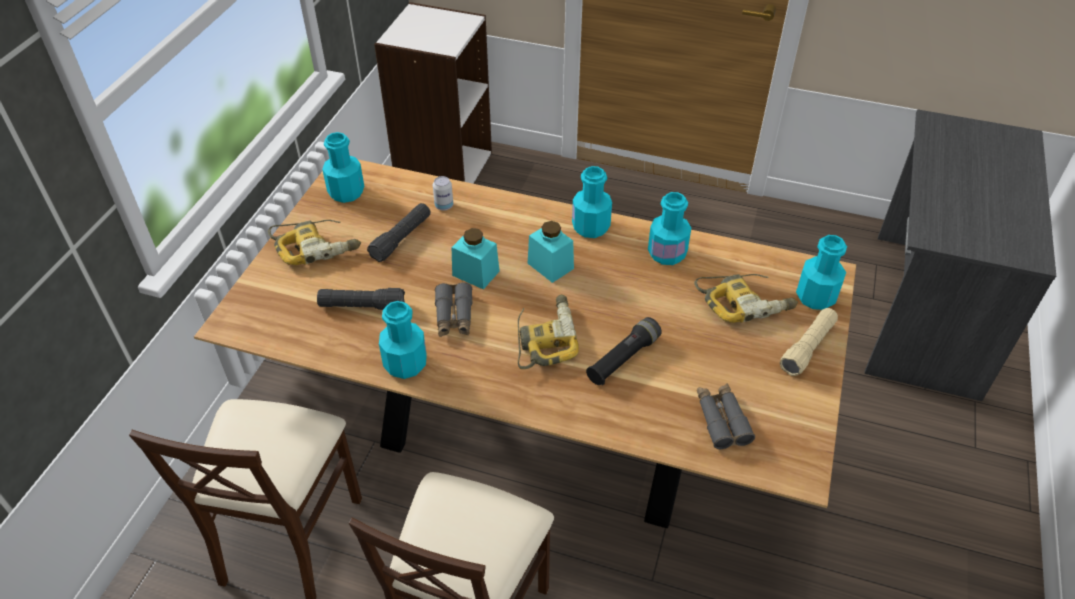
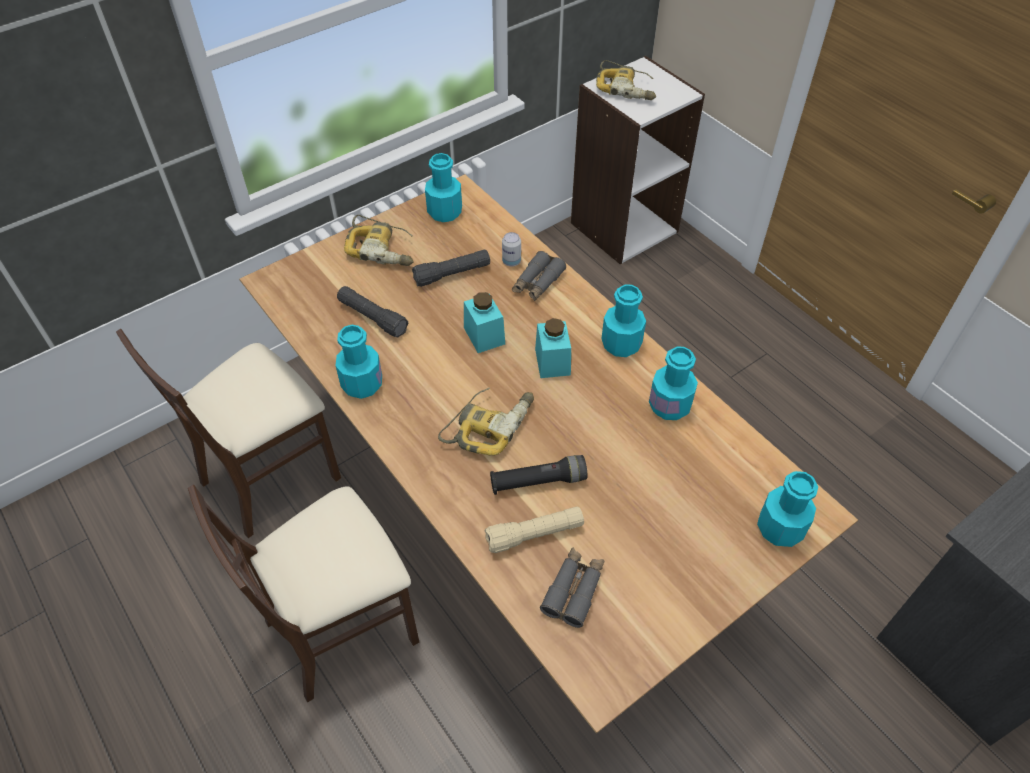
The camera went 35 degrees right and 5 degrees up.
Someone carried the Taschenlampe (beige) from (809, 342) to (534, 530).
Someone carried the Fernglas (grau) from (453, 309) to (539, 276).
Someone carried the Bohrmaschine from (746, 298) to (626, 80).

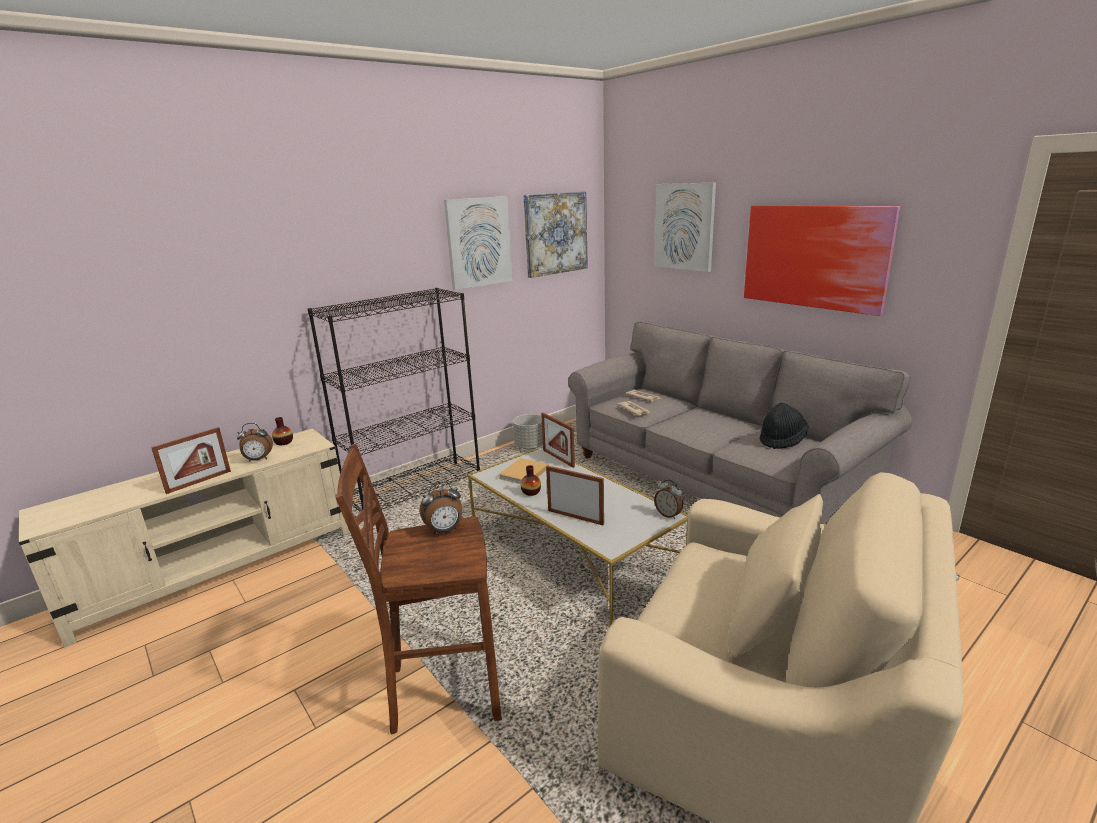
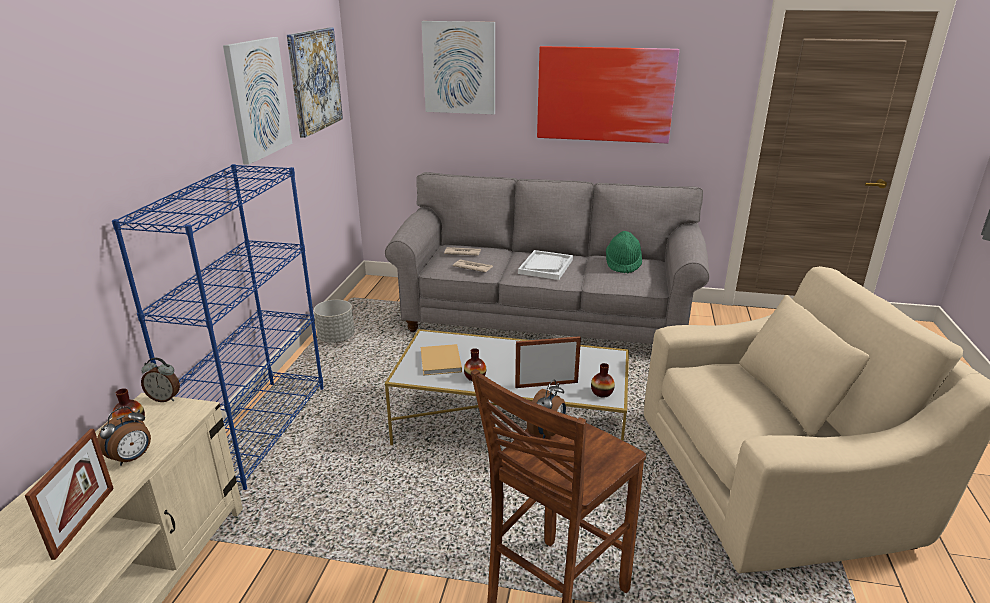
The camera went 40 degrees left and 5 degrees up.
Someone repainted the Bücherregal (schwarz) at (394, 400), which became the Bücherregal (blau) at (218, 327).
Someone carried the Wecker from (668, 499) to (160, 380).
Someone put down the Tablett (weiß) at (545, 265).
Someone put down the Vase at (603, 380).
Someone repainted the Hut (schwarz) at (784, 426), which became the Hut (grün) at (624, 252).
Someone took away the Bilderrahmen at (558, 440).

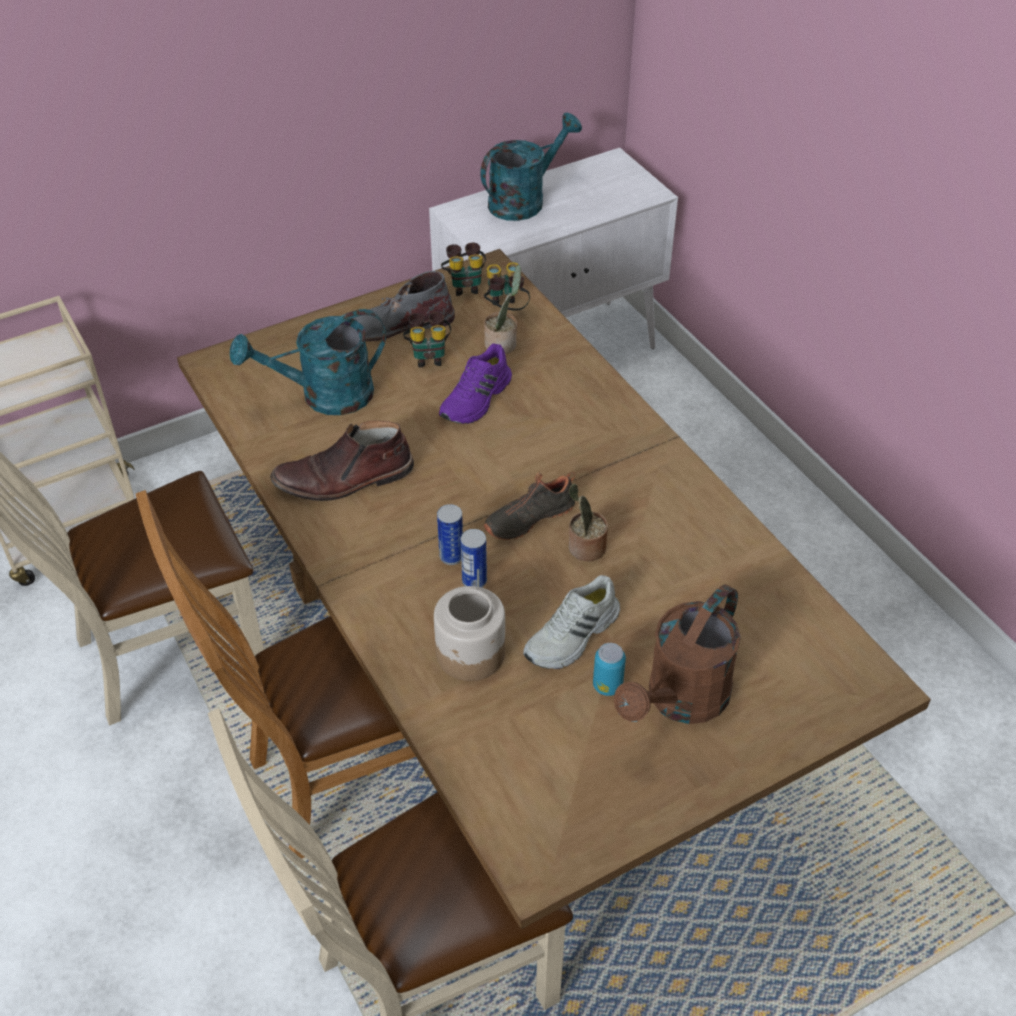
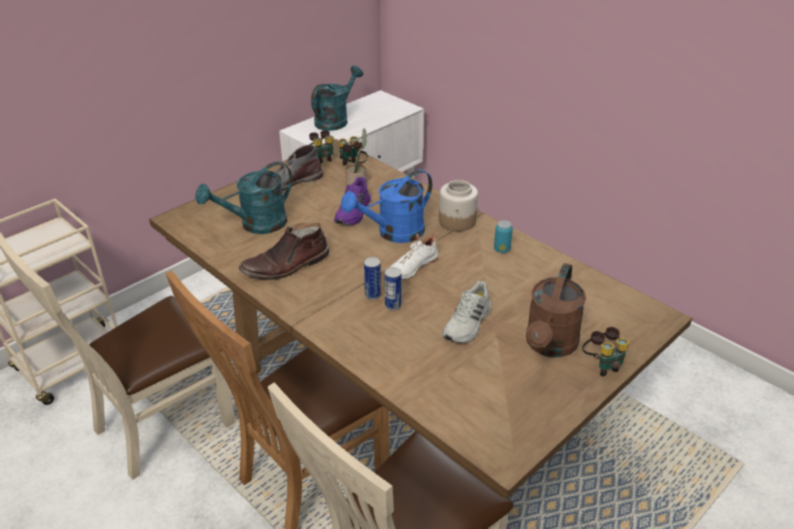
The camera went 15 degrees left and 10 degrees down.
Someone put down the Gießkanne (blau) at (386, 206).
Someone repainted the Schuh (schwarz) at (529, 506), which became the Schuh (weiß) at (414, 256).
Someone carried the Vorratsglas from (469, 633) to (458, 205).
Someone carried the Dose from (609, 669) to (503, 236).
Someone carried the Fernglas from (427, 340) to (605, 351).
Someone took away the Topfpflanze at (588, 522).

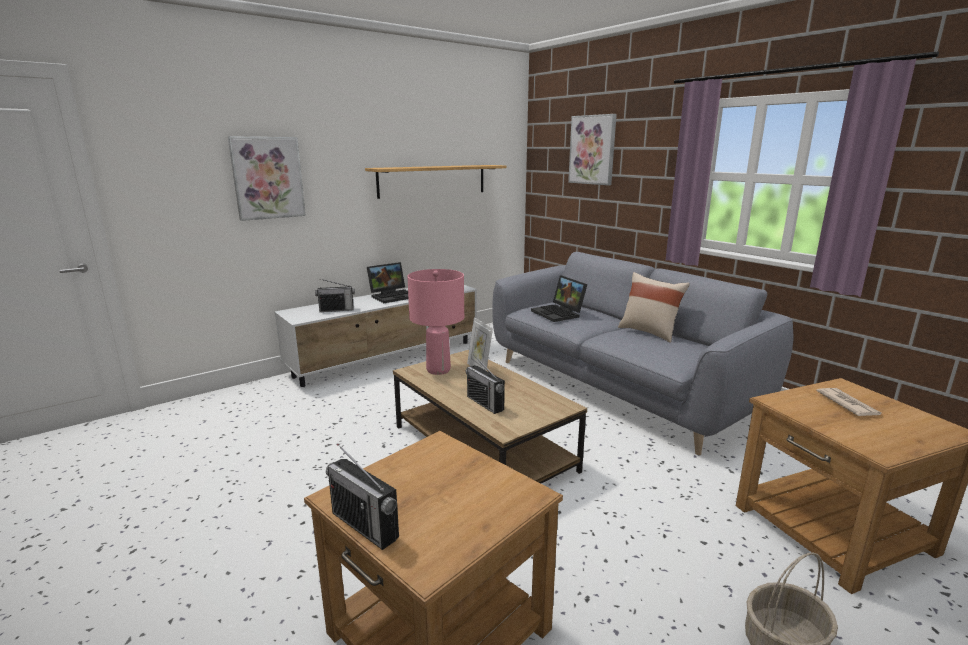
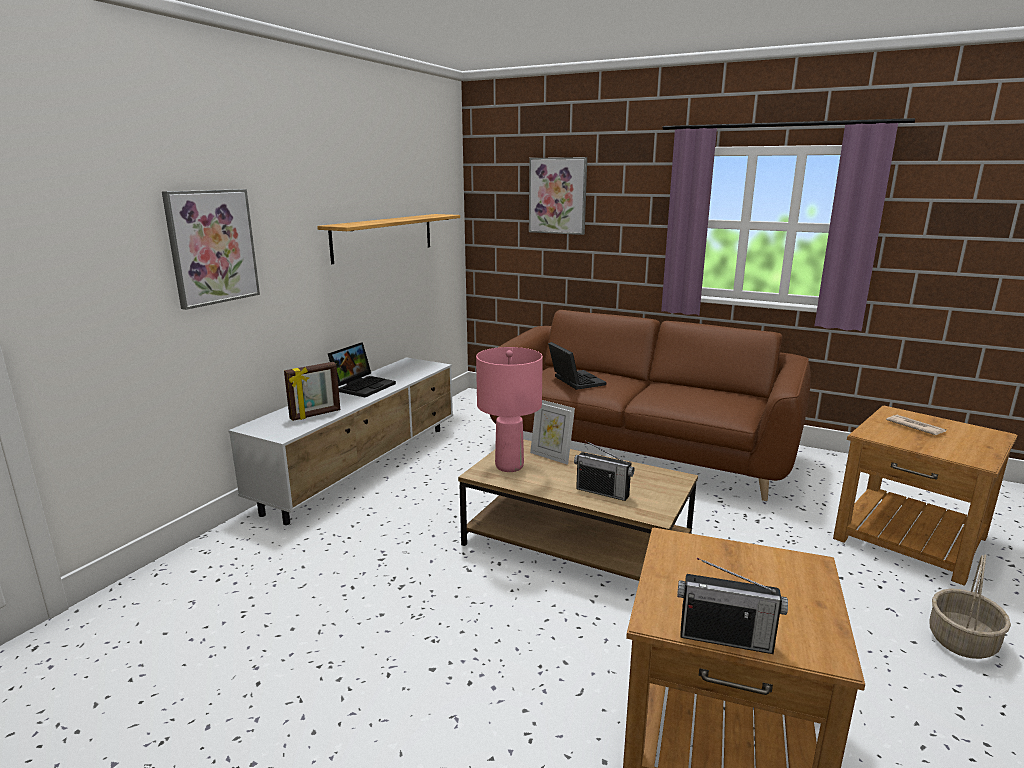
The camera went 25 degrees left and 0 degrees up.
Someone swapped the Radio at (335, 295) for the Bilderrahmen at (312, 391).
Someone repainted the Sofa (grau) at (642, 353), which became the Sofa (braun) at (650, 405).
Someone rotated the Laptop at (559, 298) by 150 degrees counterclockwise.
Someone took away the Kissen (beige) at (654, 307).

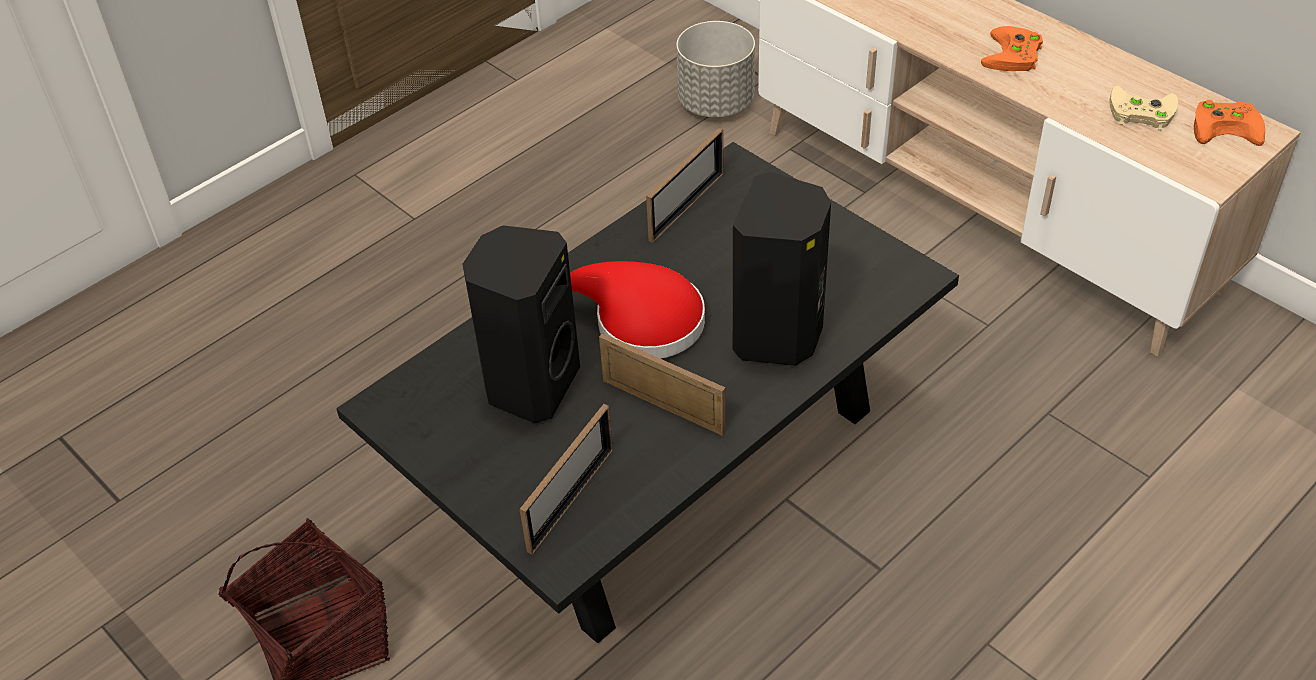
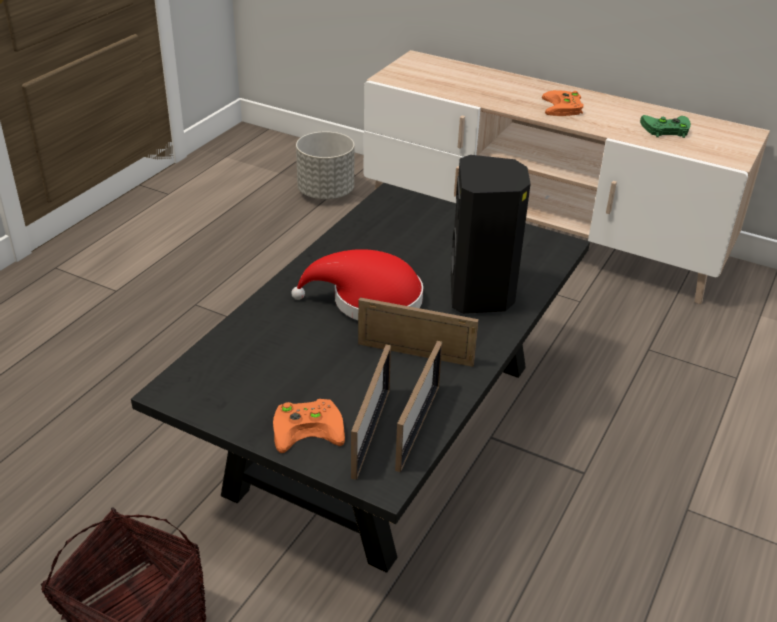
The camera went 20 degrees left and 10 degrees down.
Someone carried the Gamepad (orange) from (1229, 123) to (309, 426).
Someone carried the Bilderrahmen from (684, 185) to (418, 406).
Someone repainted the Gamepad (beige) at (1144, 108), which became the Gamepad (grün) at (665, 126).
Someone took away the Lautsprecher (schwarz) at (521, 324).

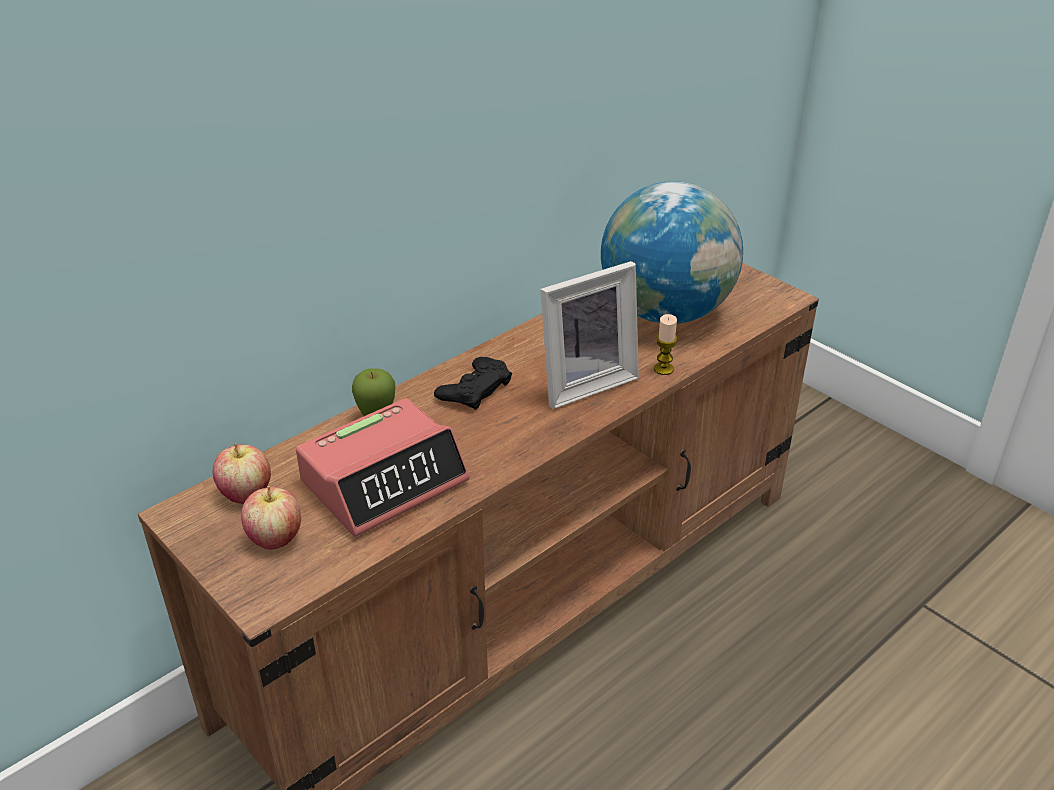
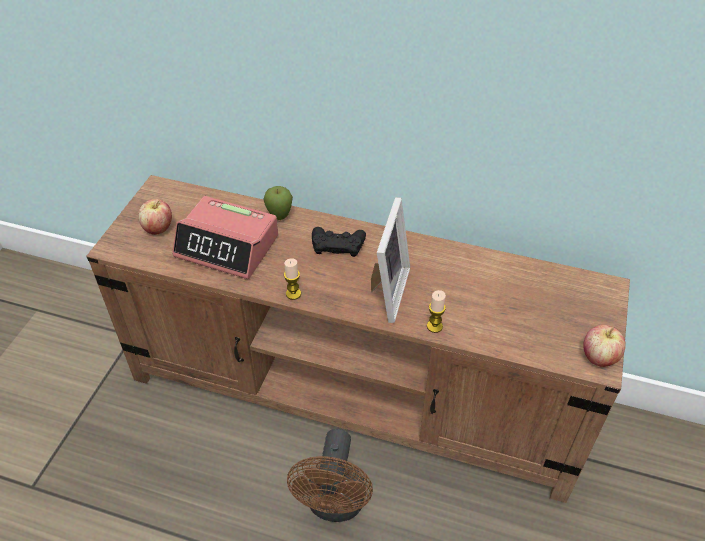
The camera went 60 degrees right and 10 degrees up.
Someone put down the Kerze at (292, 279).
Someone put down the Ventilator (braun) at (330, 475).
Someone rotated the Bilderrahmen at (589, 335) by 105 degrees counterclockwise.
Someone carried the Apfel from (241, 473) to (604, 346).
Someone took away the Globus at (672, 252).

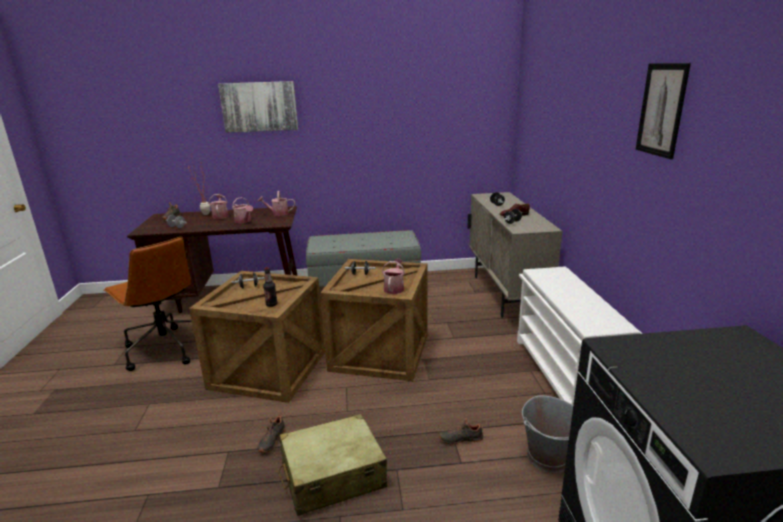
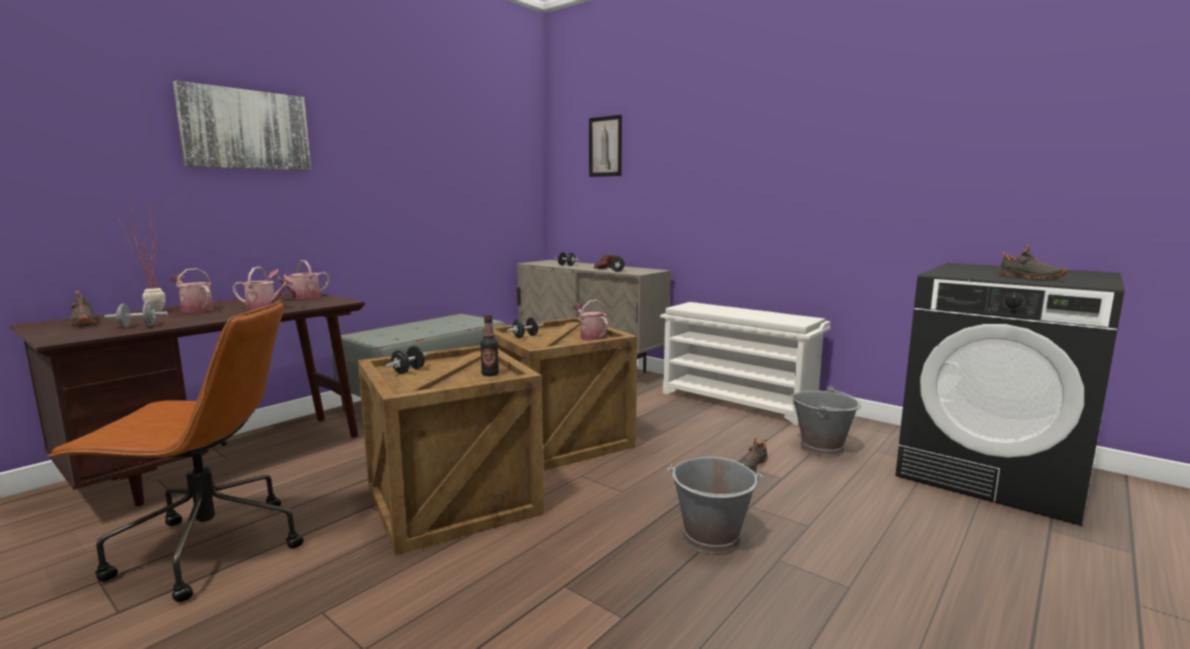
The camera went 45 degrees left and 10 degrees down.
Someone carried the Bild from (663, 111) to (605, 146).
Someone swapped the Koffer (beige) at (332, 465) for the Eimer (grau) at (715, 506).
Someone carried the Schuh (schwarz) from (272, 433) to (1032, 262).

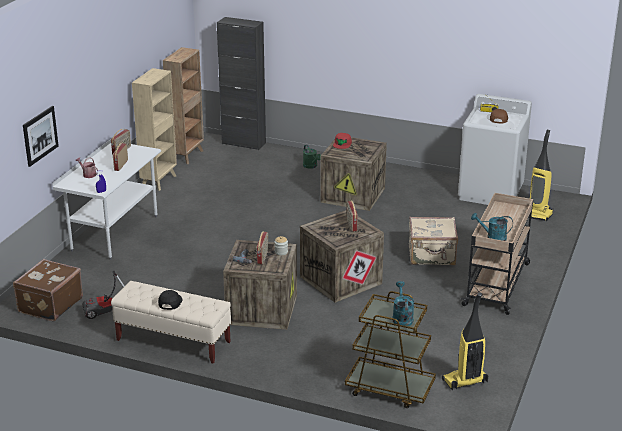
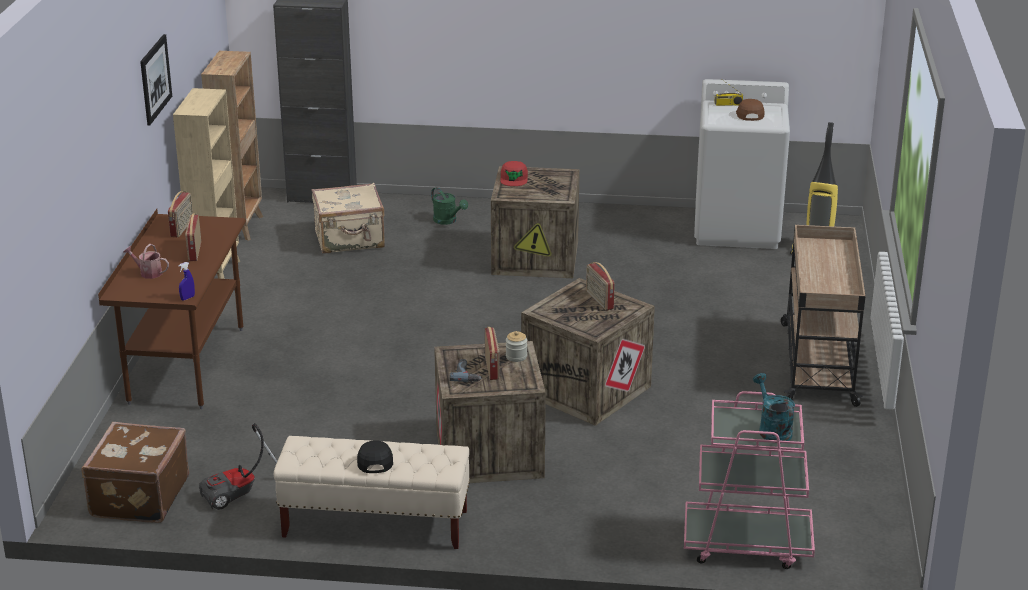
The camera went 15 degrees left and 0 degrees up.
Someone repainted the Schreibtisch (weiß) at (106, 199), which became the Schreibtisch (braun) at (172, 309).
Someone carried the Bild from (41, 136) to (156, 80).
Someone carried the Koffer (beige) from (433, 241) to (348, 218).
Someone repainted the Rollwagen (braun) at (390, 349), which became the Rollwagen (rosa) at (749, 480).
Someone took away the Staubsauger at (465, 341).
Someone took away the Gießkanne (türkis) at (492, 227).

